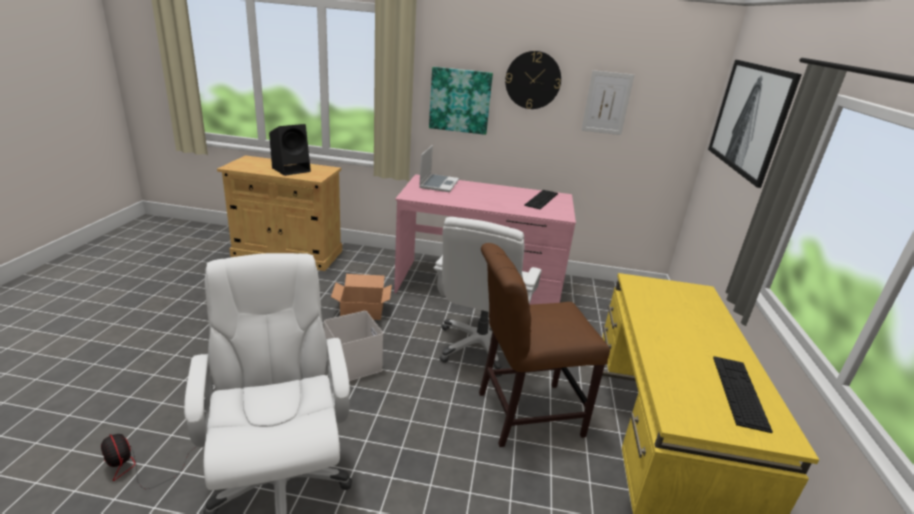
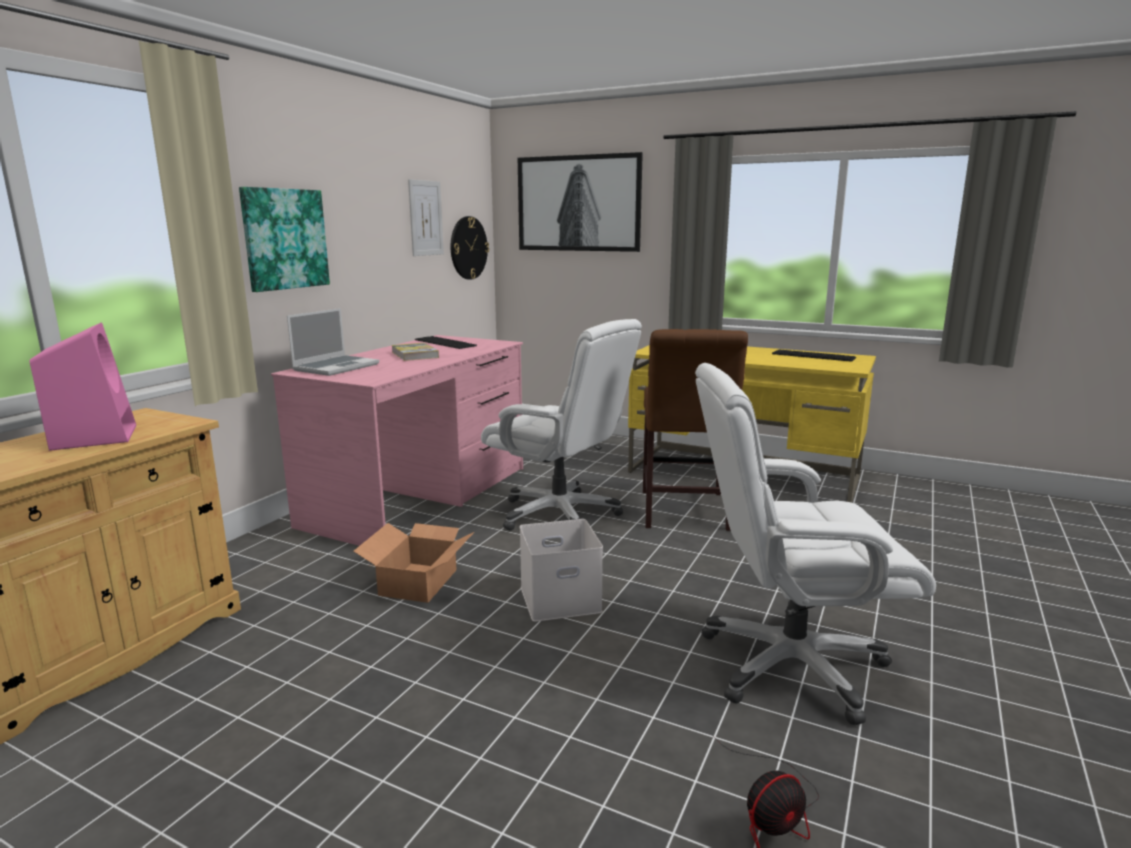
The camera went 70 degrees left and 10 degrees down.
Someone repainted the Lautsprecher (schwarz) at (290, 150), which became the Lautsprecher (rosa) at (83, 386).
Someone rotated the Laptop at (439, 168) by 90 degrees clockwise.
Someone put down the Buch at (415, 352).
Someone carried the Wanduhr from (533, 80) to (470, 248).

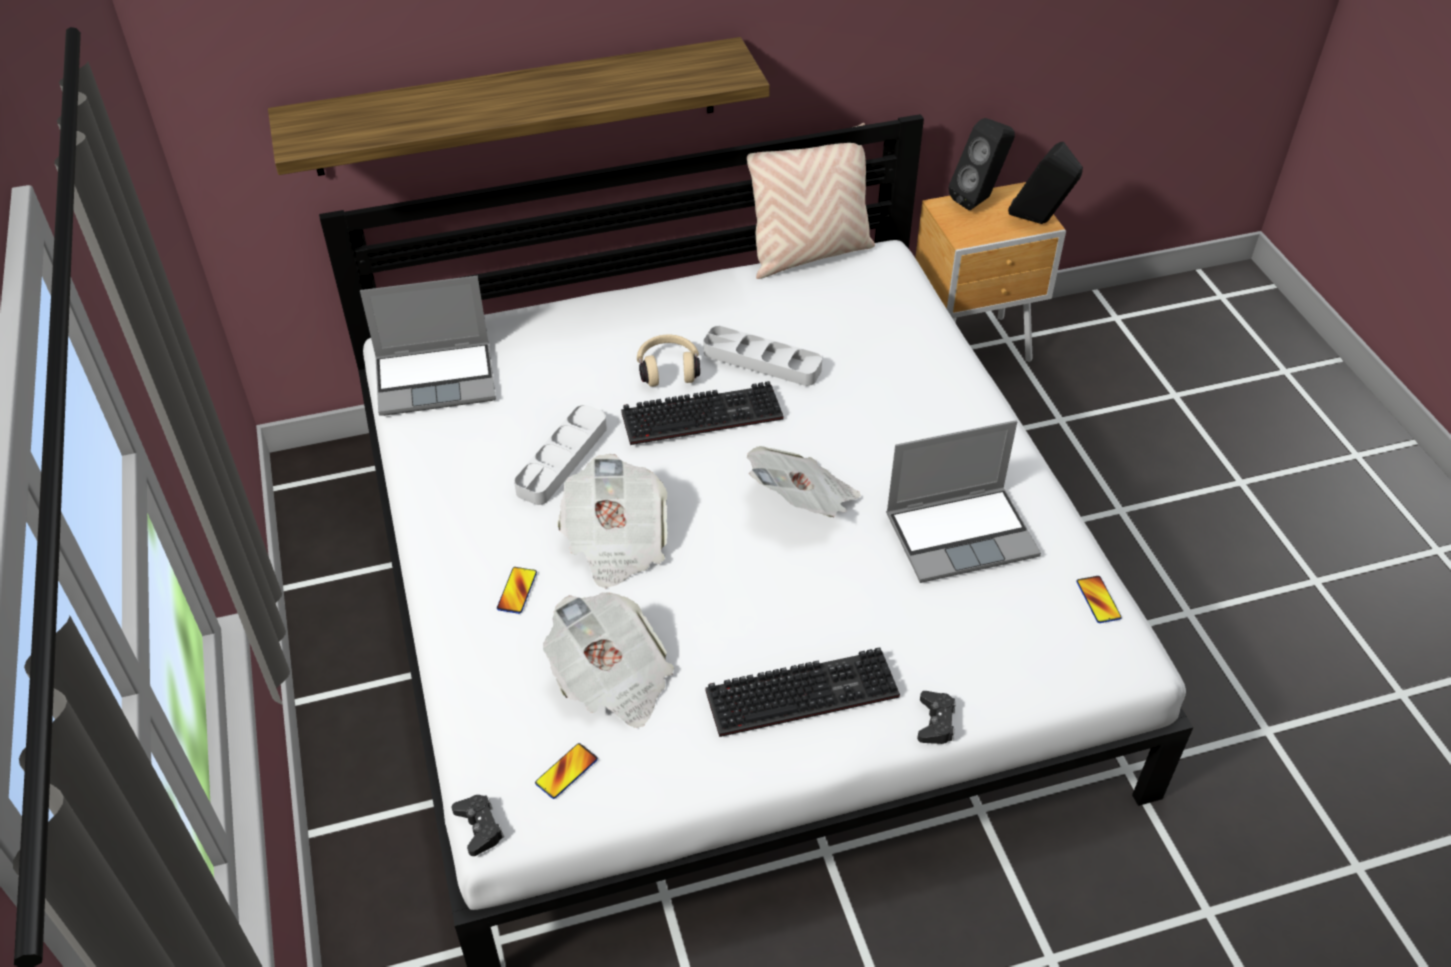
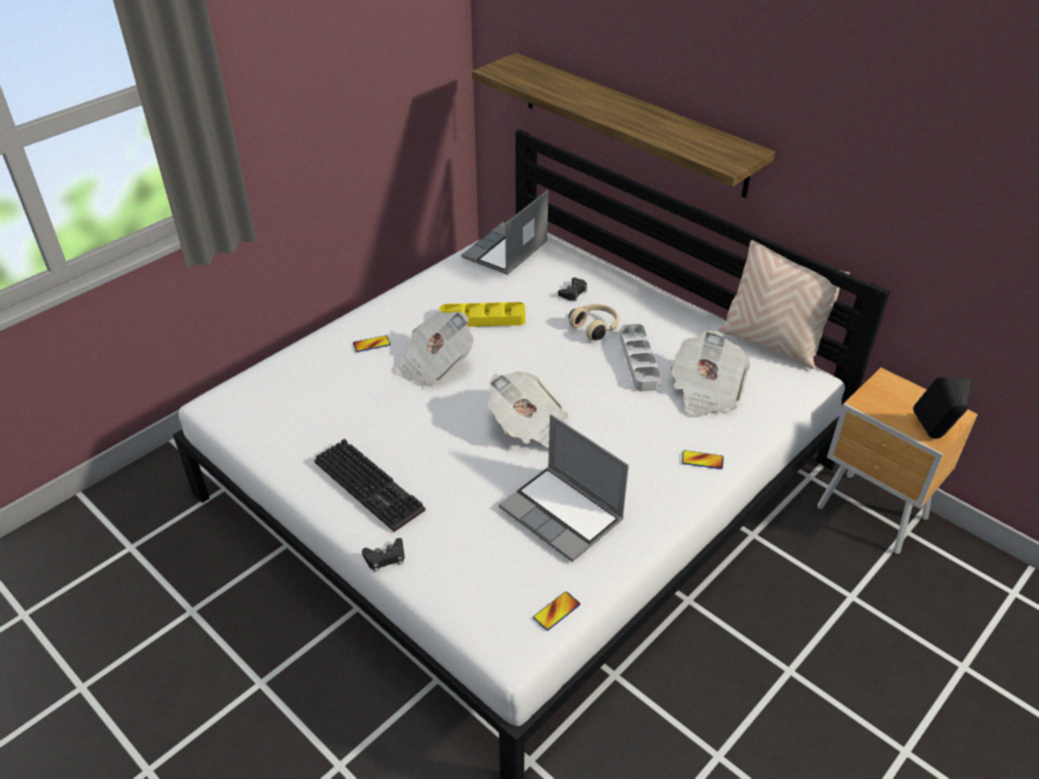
The camera went 60 degrees right and 5 degrees down.
Someone repainted the Tablett (grau) at (560, 455), which became the Tablett (gelb) at (482, 314).
Someone rotated the Laptop at (428, 346) by 75 degrees clockwise.
Someone carried the Gamepad (schwarz) from (478, 825) to (572, 289).
Someone carried the Zeitung from (608, 660) to (710, 373).
Someone carried the Handy from (566, 771) to (703, 459).
Someone took away the Tastatur at (702, 413).
Someone took away the Lautsprecher (schwarz) at (981, 164).

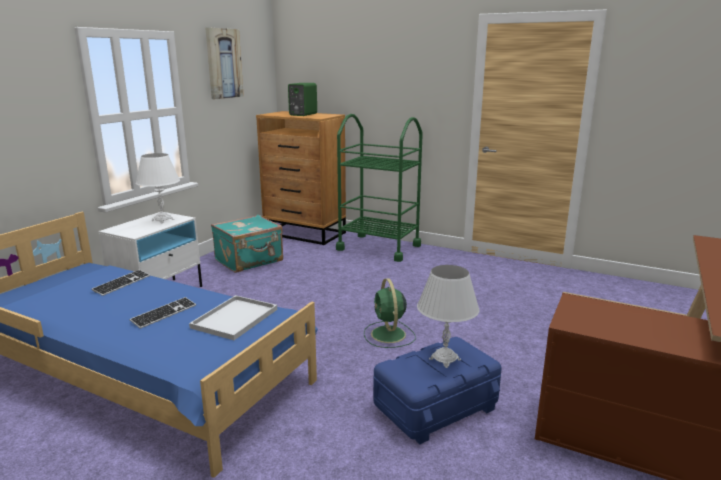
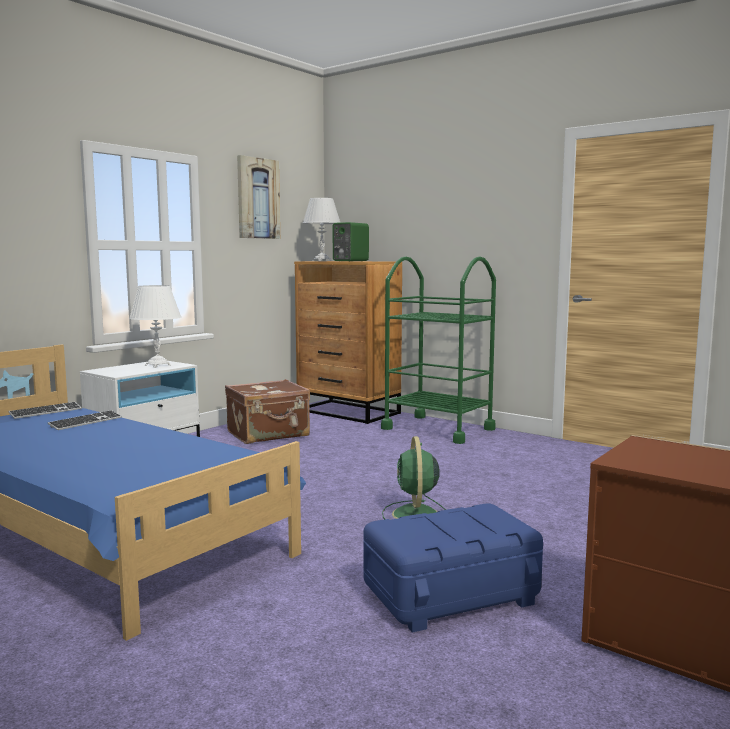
The camera went 10 degrees right and 10 degrees down.
Someone carried the Tastatur from (162, 313) to (45, 410).
Someone repainted the Koffer (türkis) at (247, 244), which became the Koffer (braun) at (267, 411).
Someone carried the Tischlampe (weiß) from (448, 316) to (322, 229).
Someone took away the Tablett (weiß) at (233, 317).

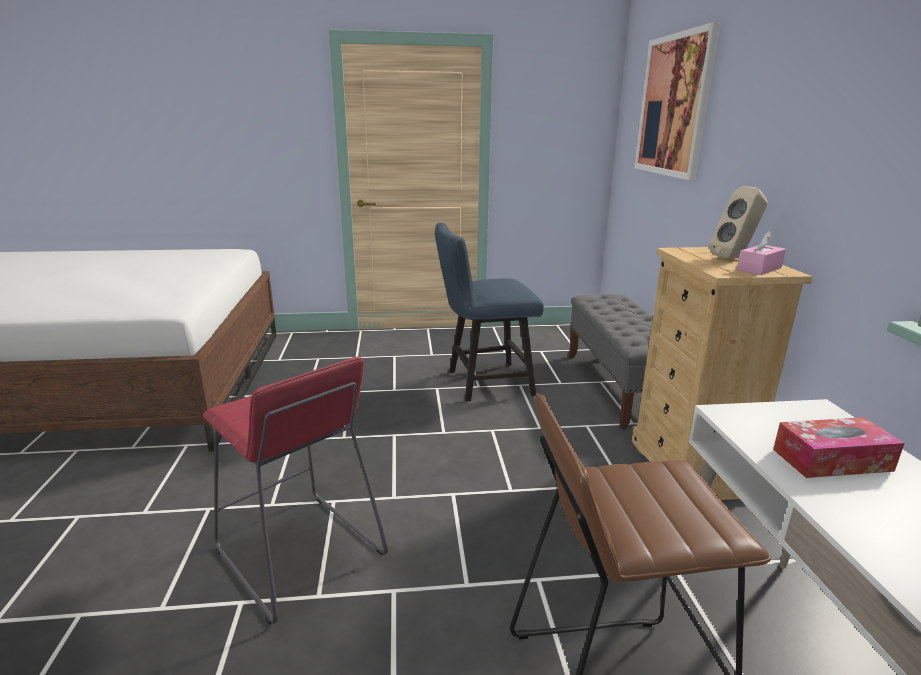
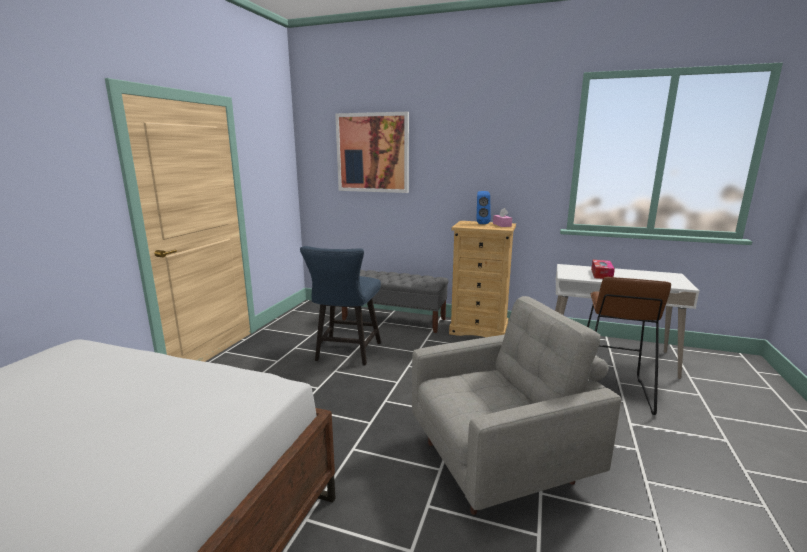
The camera went 65 degrees left and 5 degrees down.
Someone swapped the Hocker (rot) at (295, 491) for the Sessel (grau) at (516, 405).
Someone repainted the Lautsprecher (beige) at (738, 222), which became the Lautsprecher (blau) at (484, 207).

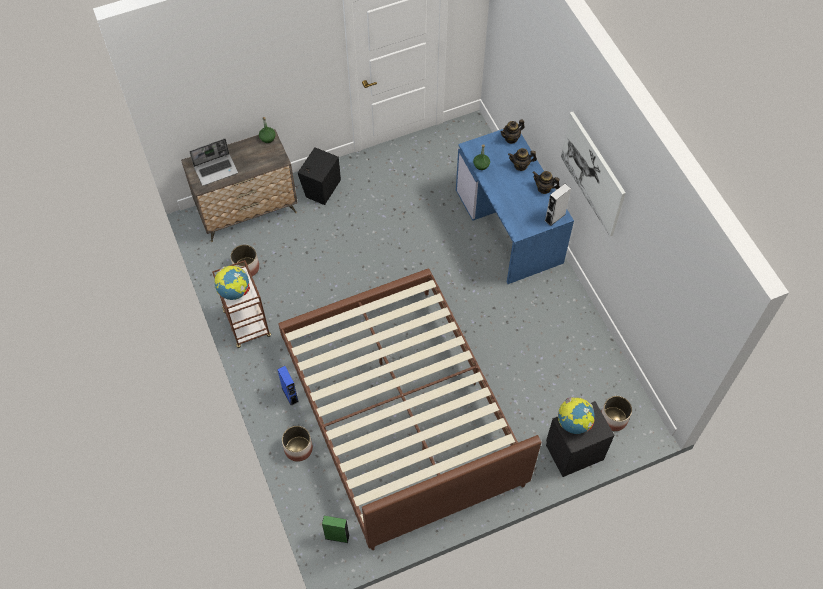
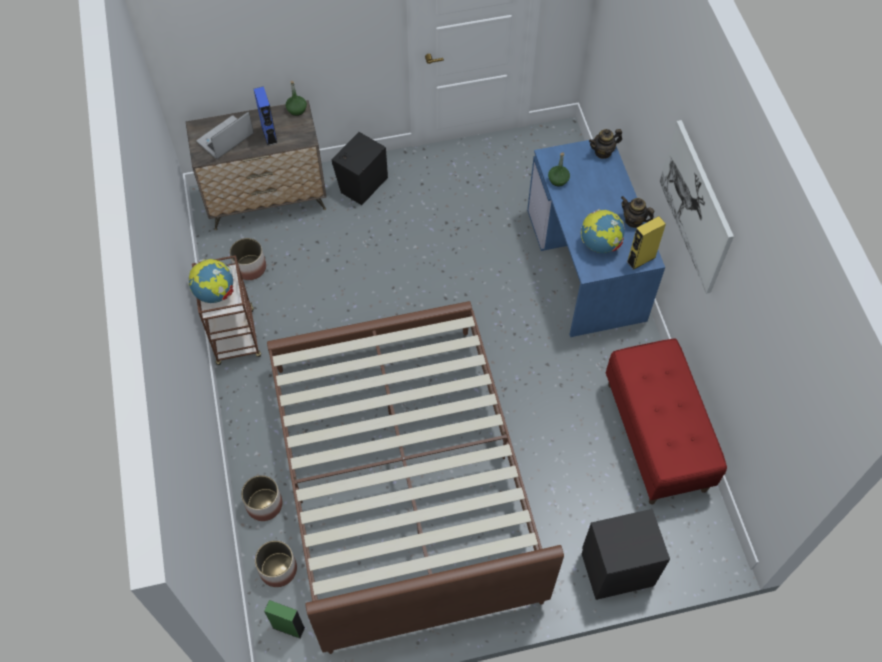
The camera went 10 degrees right and 0 degrees up.
Someone rotated the Laptop at (213, 162) by 150 degrees clockwise.
Someone carried the Lautsprecher (blau) from (288, 386) to (266, 116).
Someone carried the Pflanzkübel from (616, 413) to (276, 563).
Someone carried the Globus from (576, 415) to (603, 231).
Someone put down the Bank (rot) at (666, 421).
Someone repainted the Lautsprecher (grau) at (558, 205), which became the Lautsprecher (gelb) at (646, 243).
Someone took away the Teekanne at (522, 159).

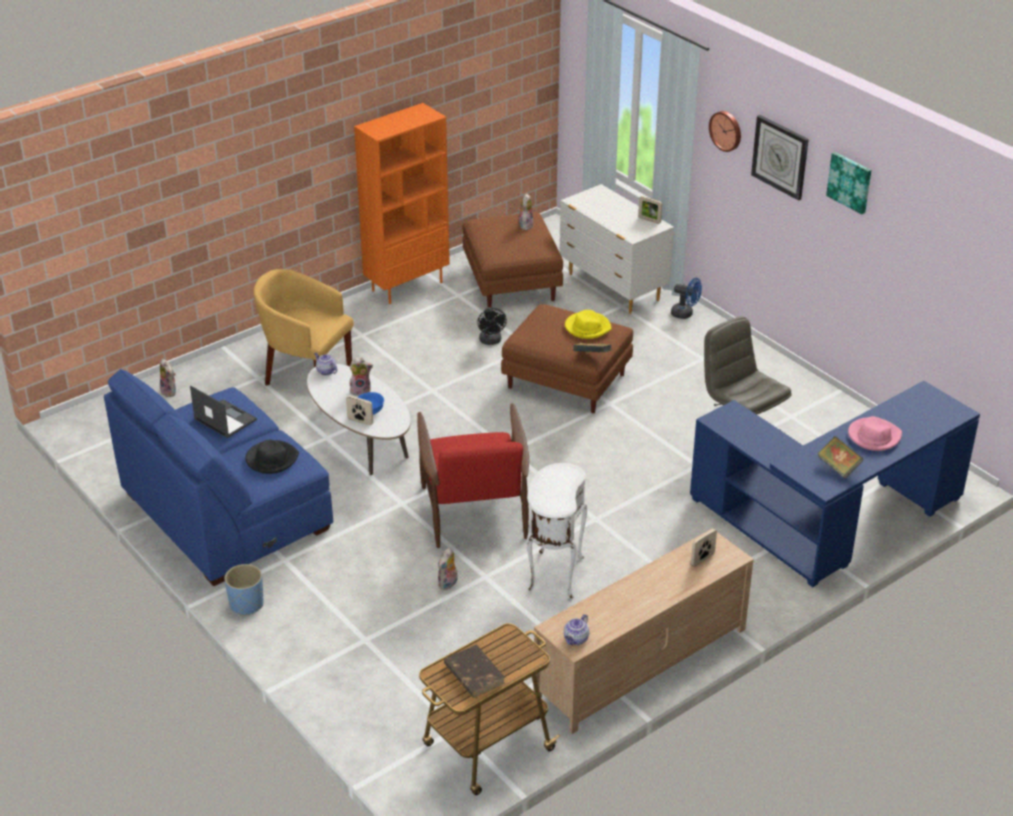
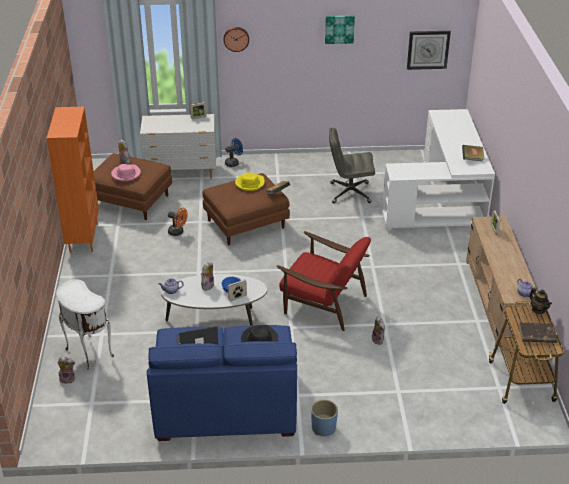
The camera went 55 degrees left and 0 degrees up.
Someone carried the Beistelltisch (weiß) from (556, 530) to (85, 324).
Someone carried the Hut (rosa) from (875, 433) to (126, 173).
Someone repainted the Ventilator (schwarz) at (492, 326), which became the Ventilator (orange) at (178, 222).
Someone repainted the Schreibtisch (blau) at (835, 484), which became the Schreibtisch (weiß) at (438, 170).
Someone carried the Wanduhr from (780, 158) to (429, 50).
Someone put down the Teekanne at (540, 301).
Someone took away the Sessel (gelb) at (303, 327).

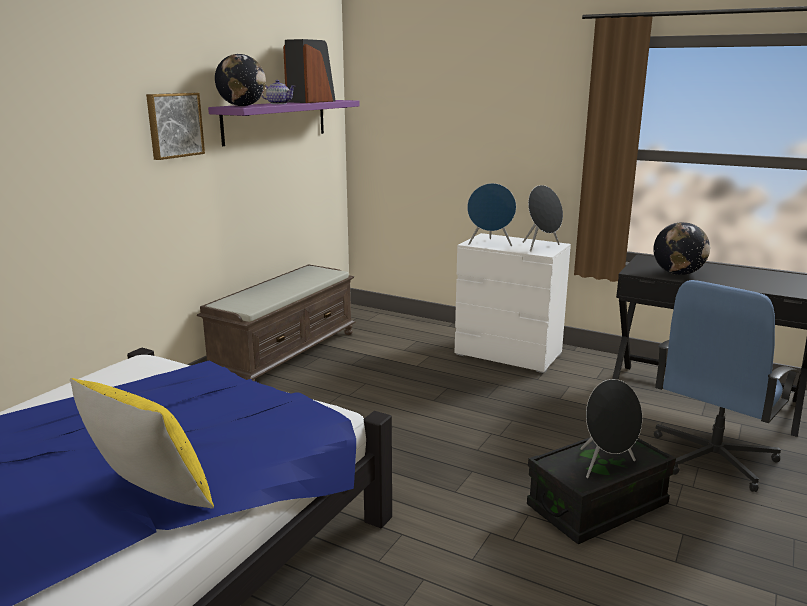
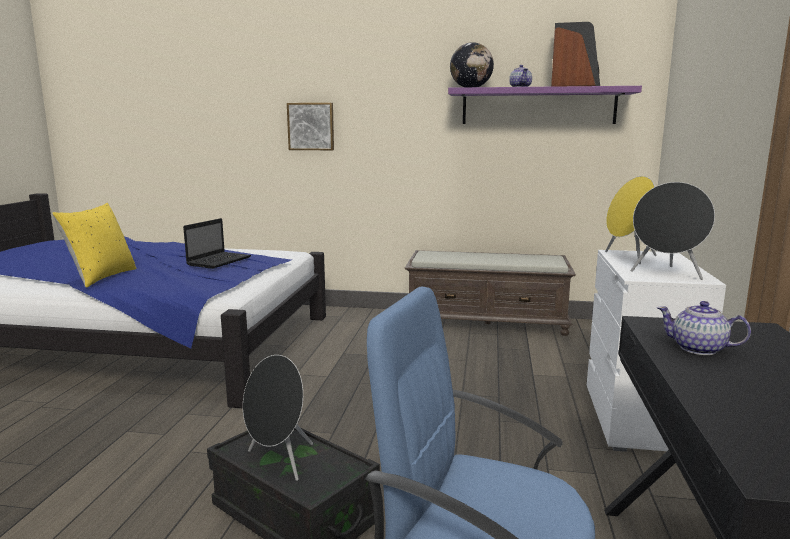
The camera went 70 degrees right and 5 degrees down.
Someone put down the Laptop at (217, 243).
Someone carried the Bild from (175, 126) to (310, 126).
Someone repainted the Lautsprecher (blau) at (491, 214), which became the Lautsprecher (gelb) at (631, 220).
Someone swapped the Globus at (682, 248) for the Teekanne at (704, 328).

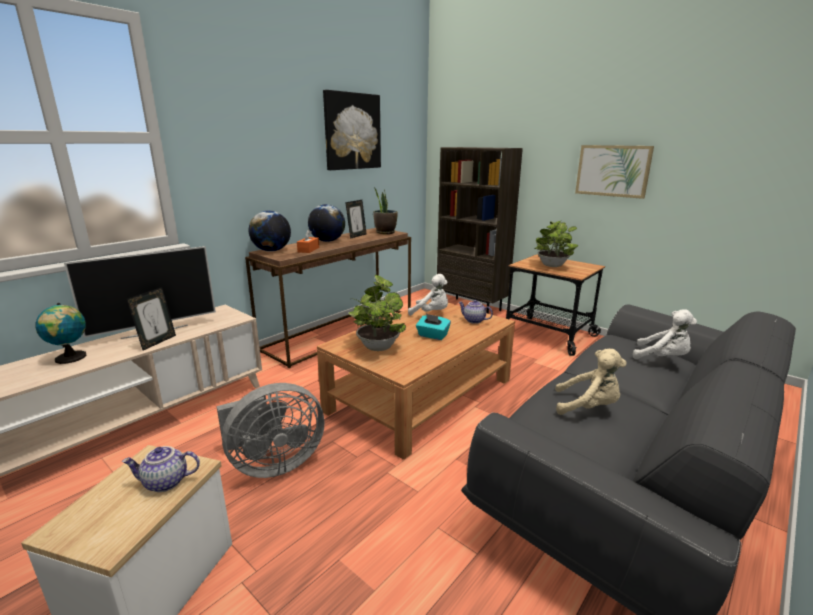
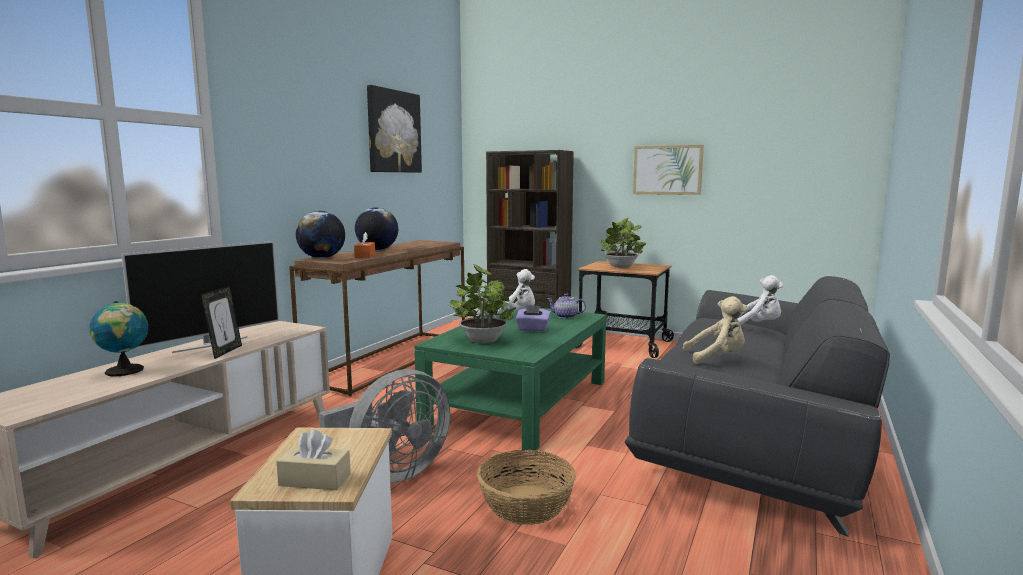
The camera went 15 degrees left and 10 degrees down.
Someone put down the Taschentuchbox (beige) at (313, 459).
Someone repainted the Couchtisch (braun) at (416, 380), which became the Couchtisch (grün) at (510, 379).
Someone put down the Korb at (526, 487).
Someone repainted the Taschentuchbox (türkis) at (433, 327), which became the Taschentuchbox (lila) at (533, 318).
Someone took away the Teekanne at (161, 469).
Someone took away the Bilderrahmen at (355, 219).
Someone took away the Topfpflanze at (385, 211).

